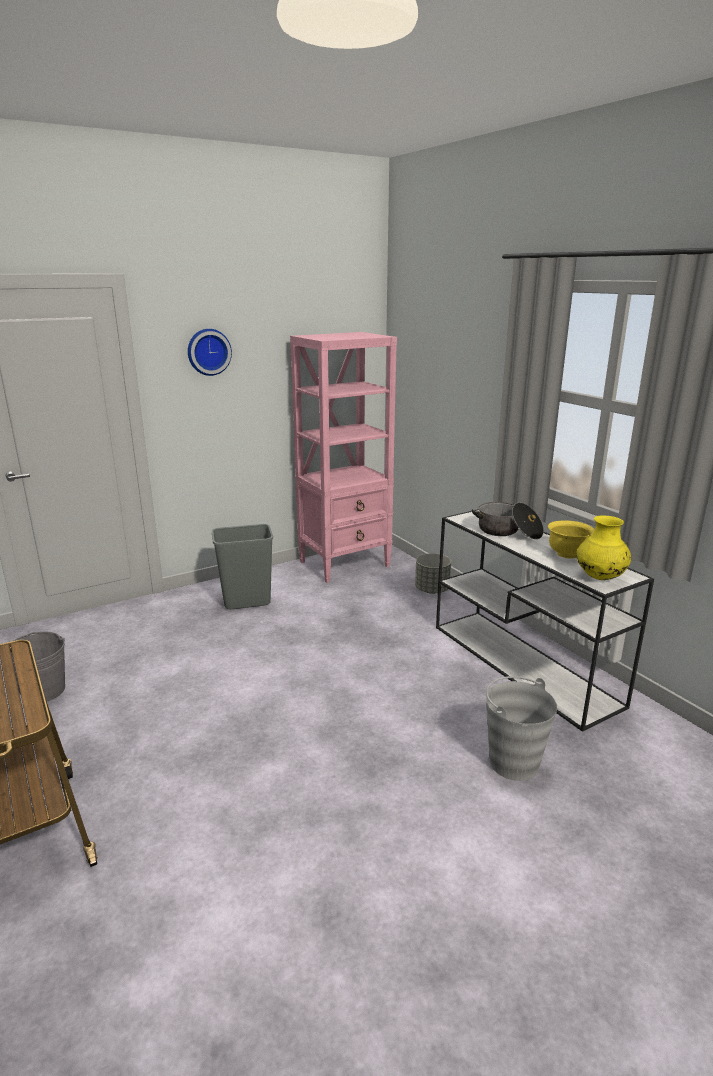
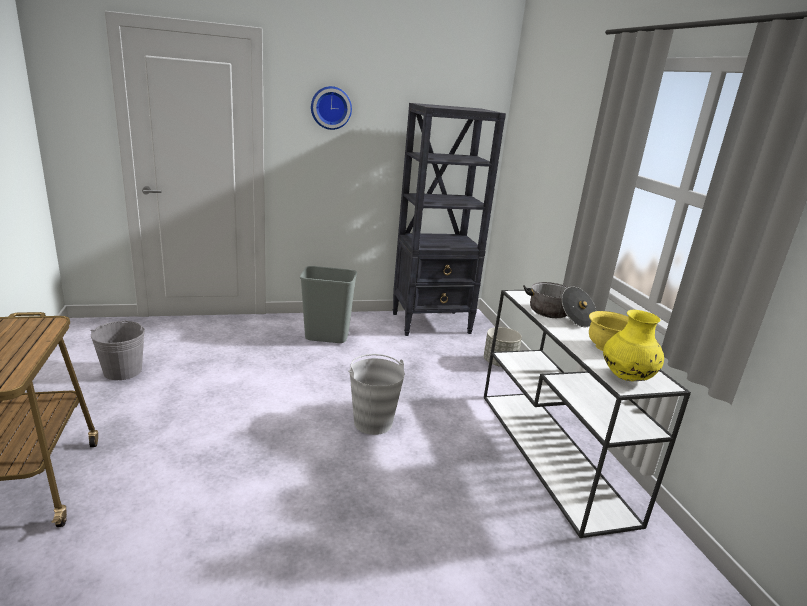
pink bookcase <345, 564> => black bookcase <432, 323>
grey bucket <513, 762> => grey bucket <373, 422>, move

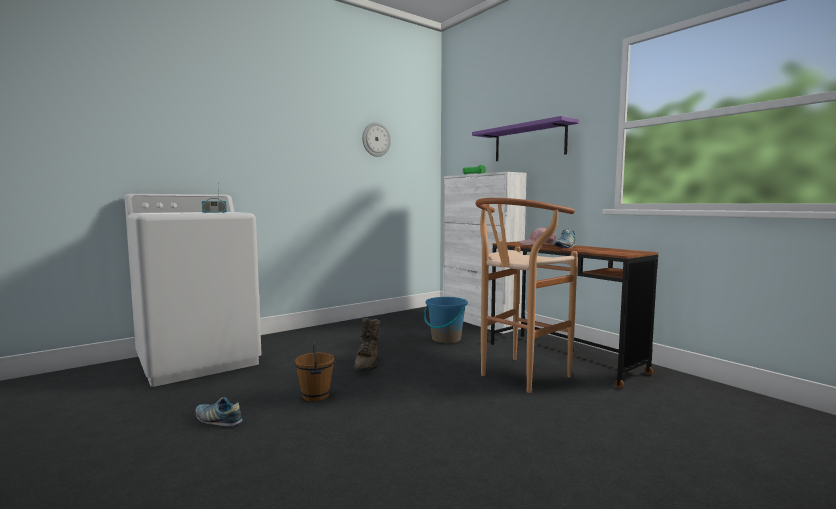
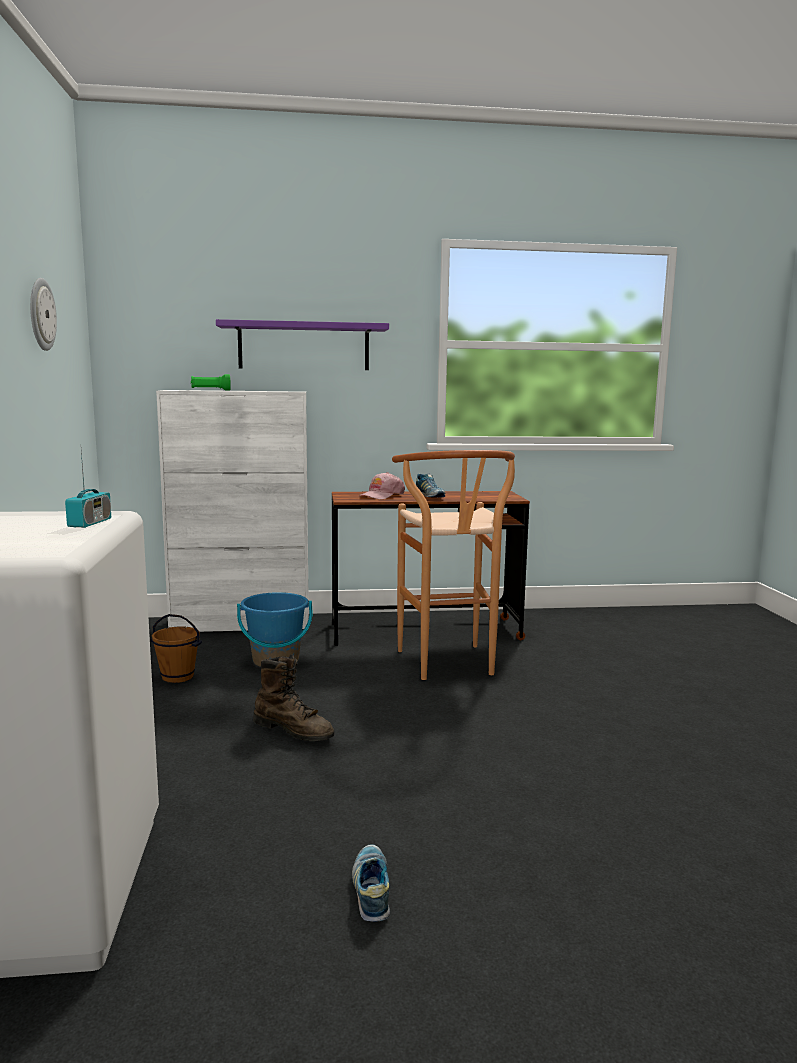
brown bucket <315, 396> => brown bucket <177, 677>, move
shoe <218, 420> => shoe <372, 891>, 120 degrees clockwise

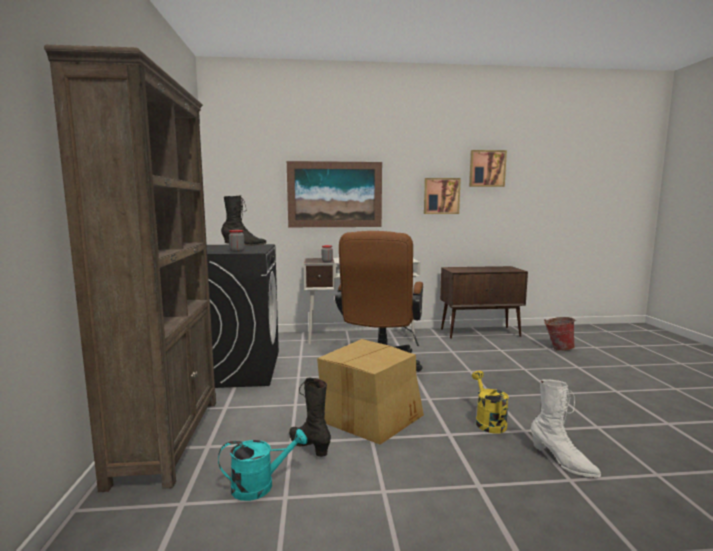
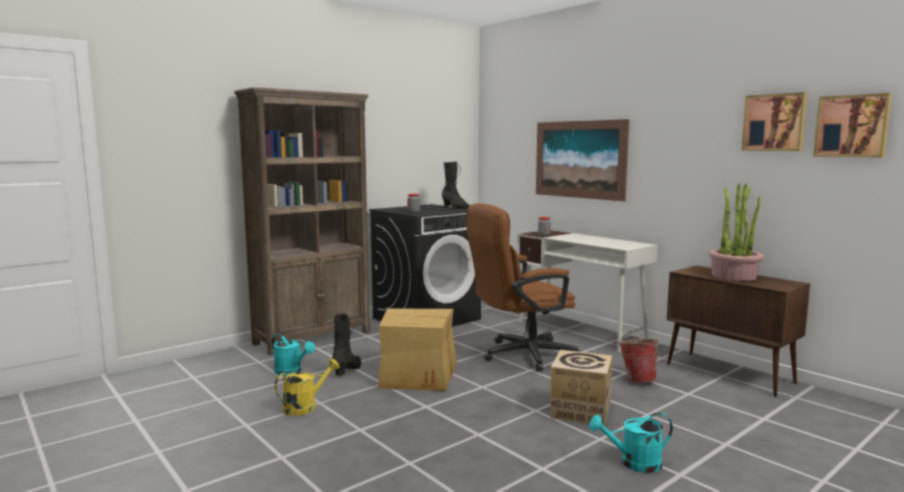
picture <441, 196> => picture <852, 126>, move
bucket <557, 348> => bucket <638, 380>, move
yellow watering can <488, 421> => yellow watering can <305, 406>, move
white boot <562, 461> => nothing
nothing => potted plant <734, 276>
nothing => cardboard box <580, 411>
nothing => turquoise watering can <633, 463>

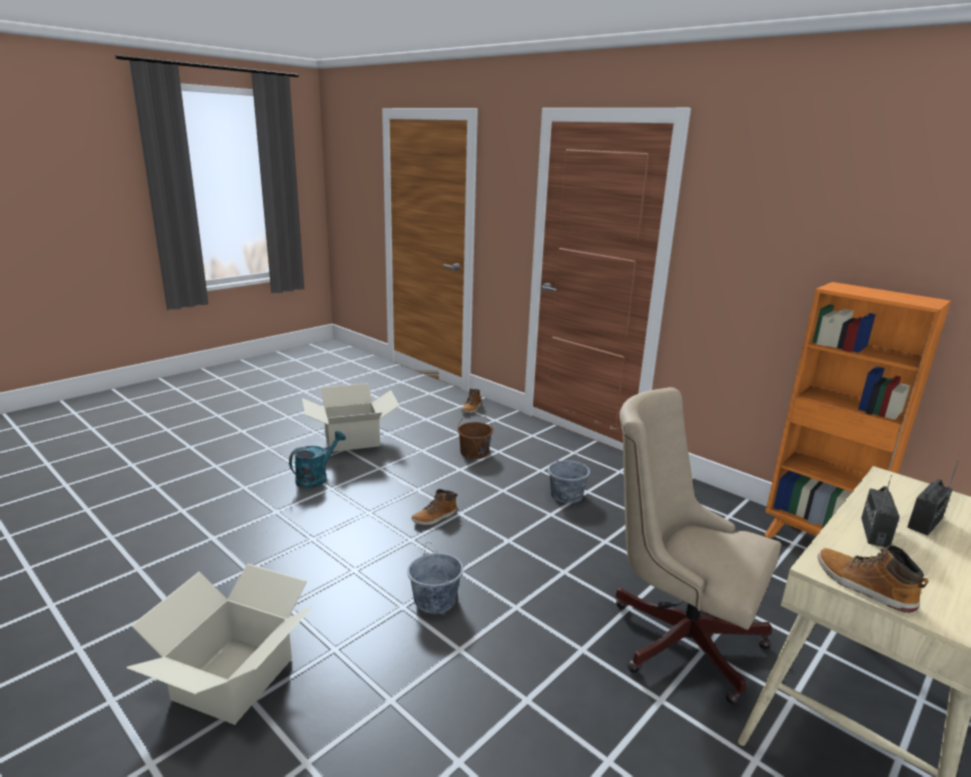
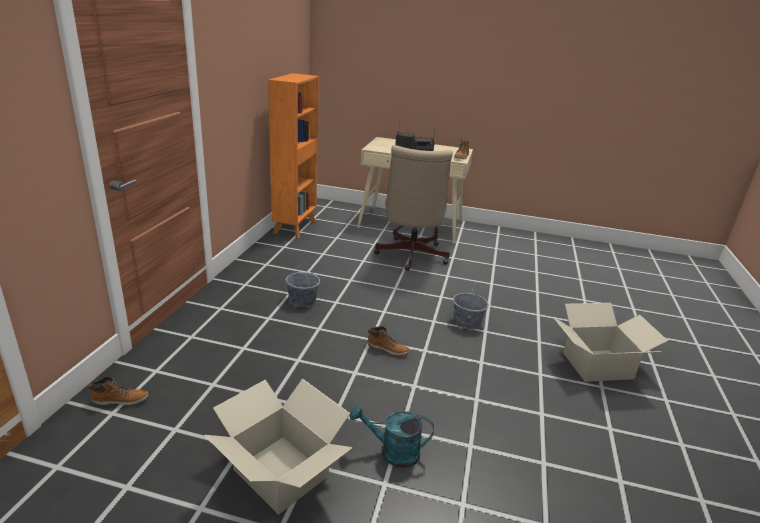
brown bucket <474, 453> => nothing

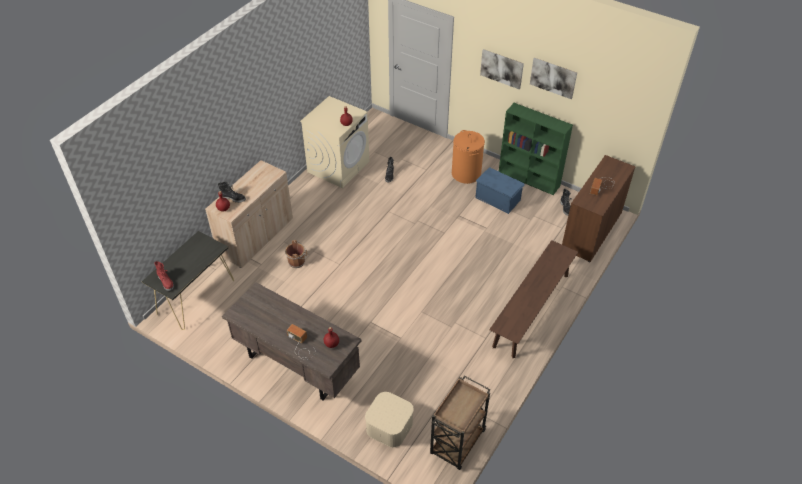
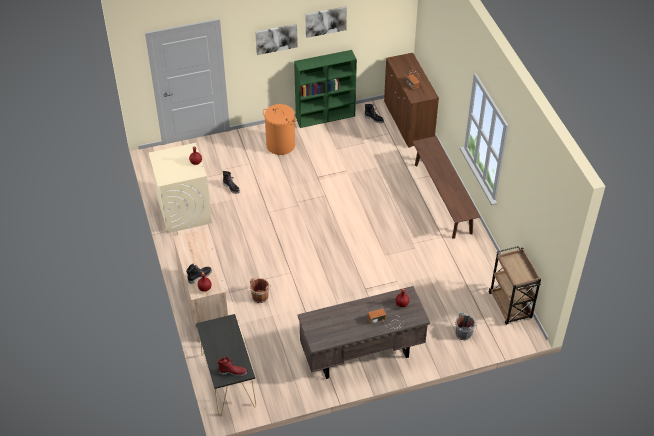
blue storage box <498, 198> => nothing
beige storage box <389, 426> => grey bucket <464, 333>

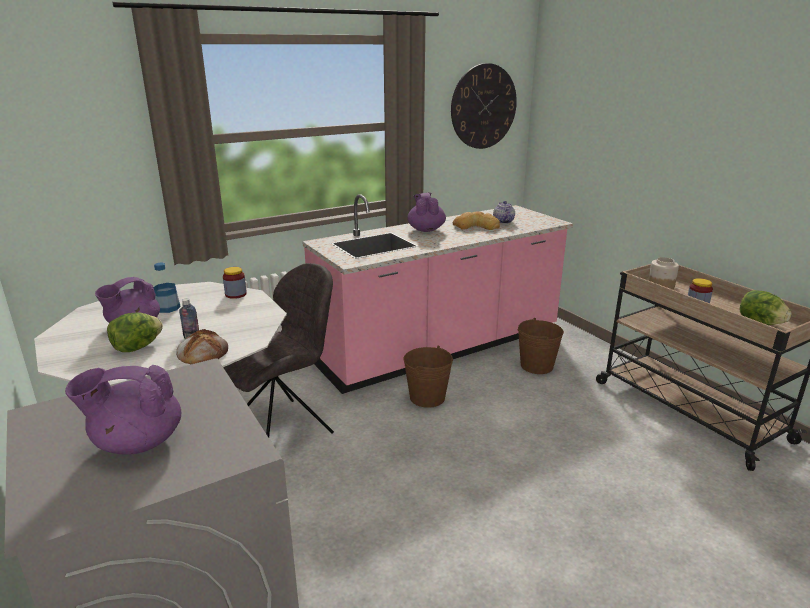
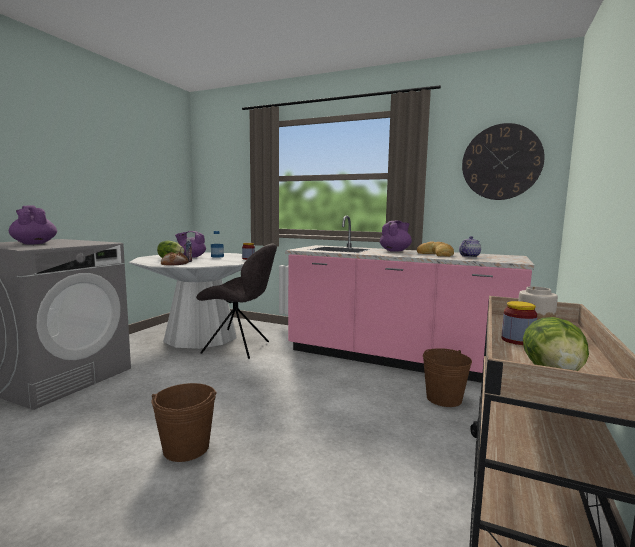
brown bucket <427, 397> => brown bucket <186, 448>, move

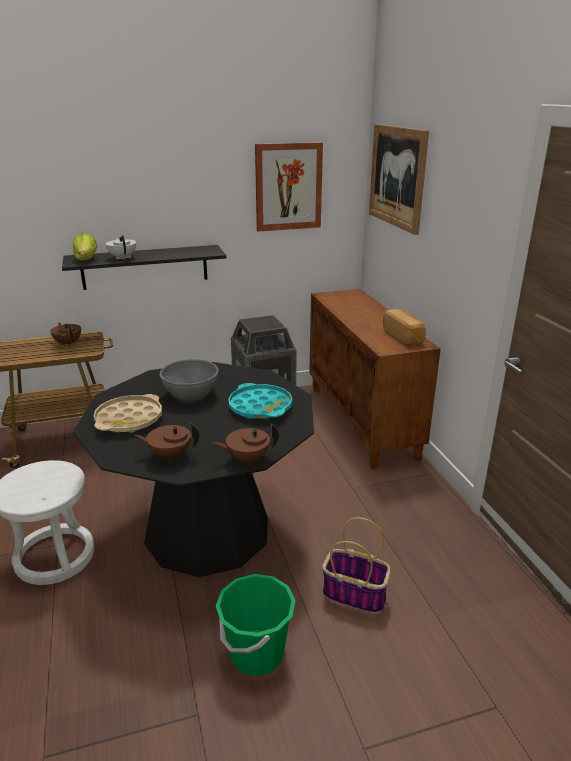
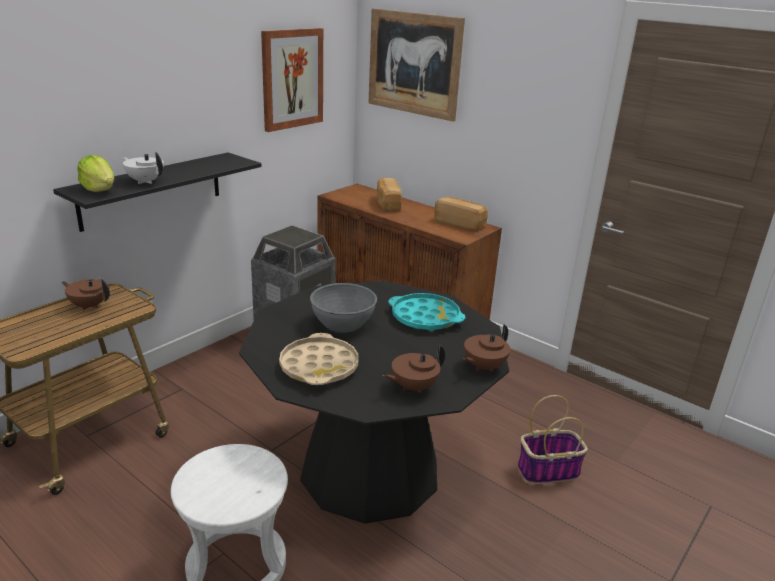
green bucket <257, 653> => nothing
nothing => bread <387, 204>

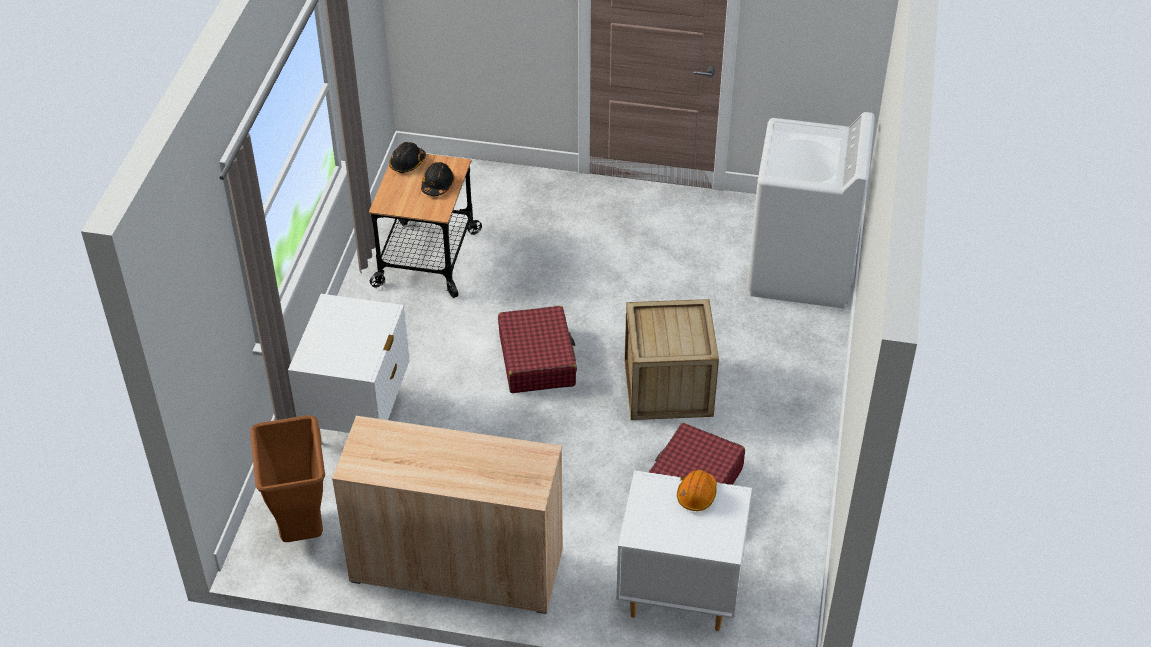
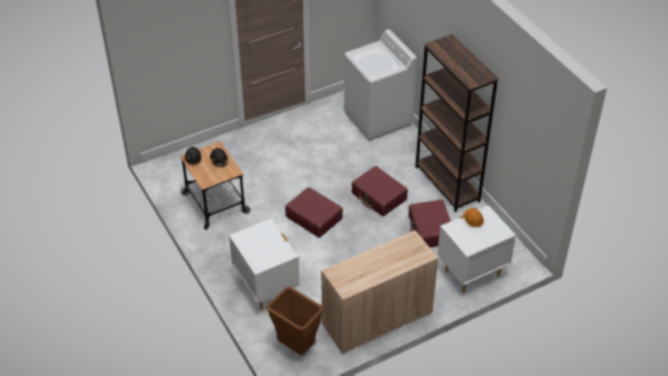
crate <668, 387> => red suitcase <379, 197>
nothing => brown bookcase <447, 184>

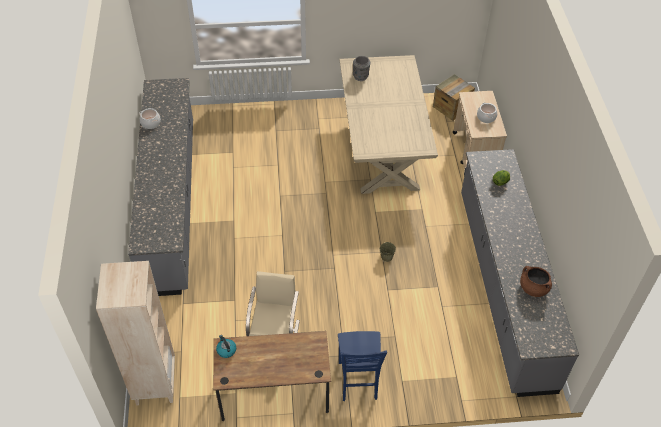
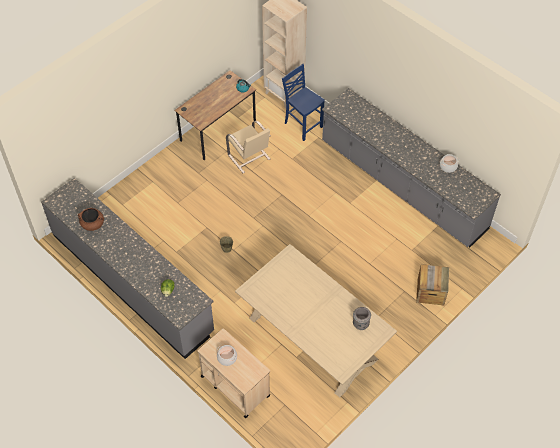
crate <451, 107> => crate <430, 292>, move
blue chair <358, 381> => blue chair <302, 125>, move

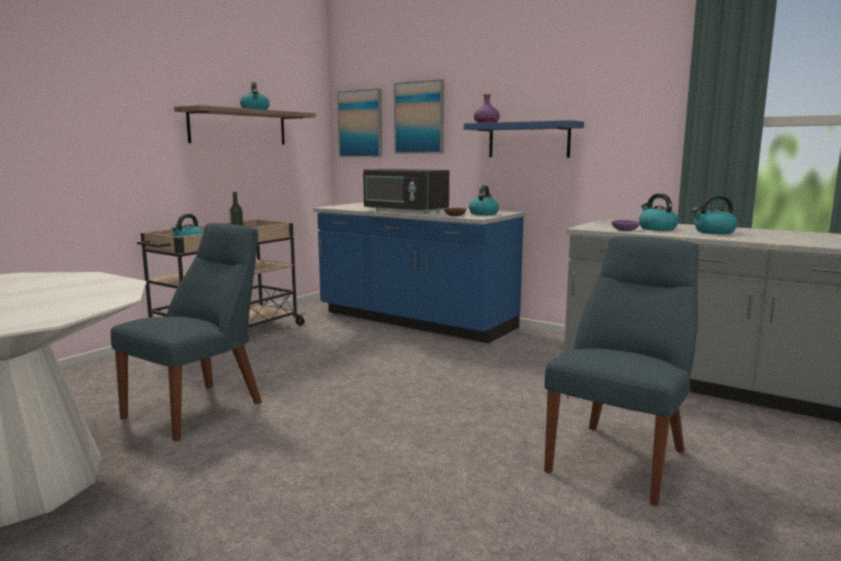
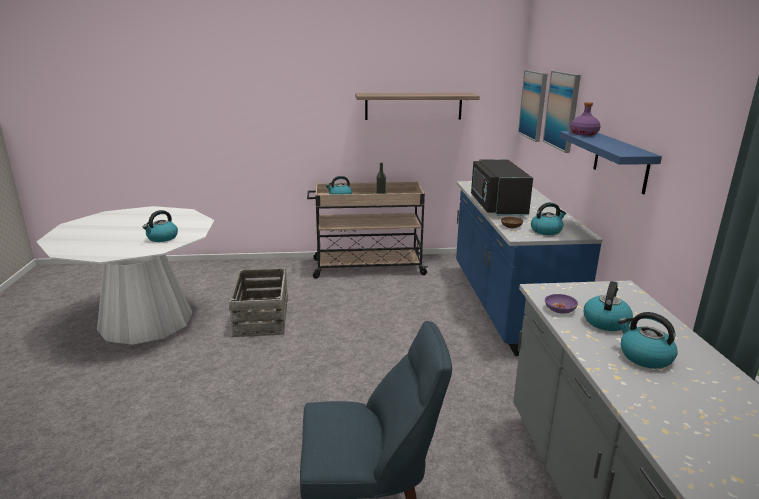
kettle <255, 110> => kettle <162, 238>, move
blue chair <199, 408> => crate <262, 317>

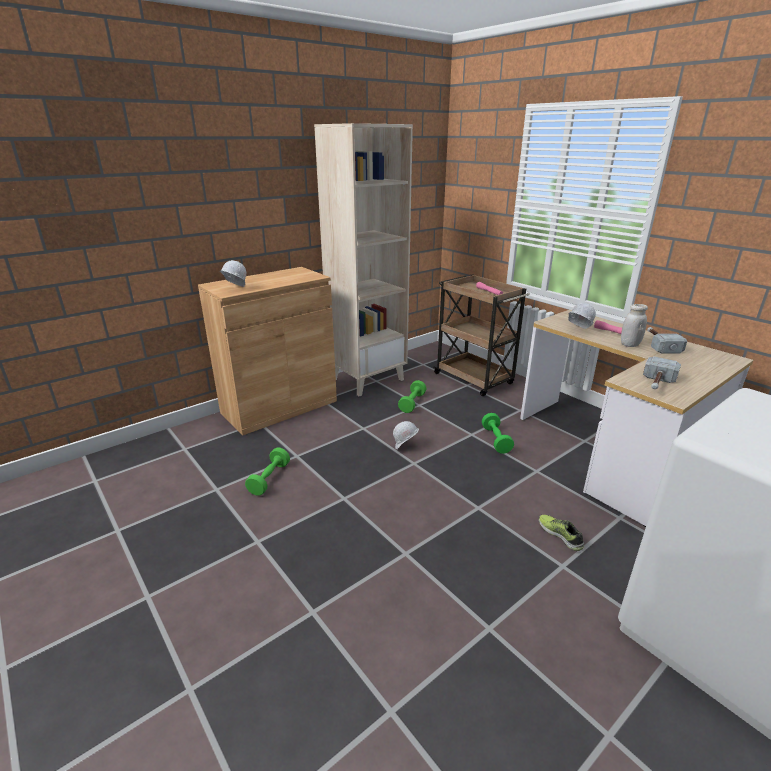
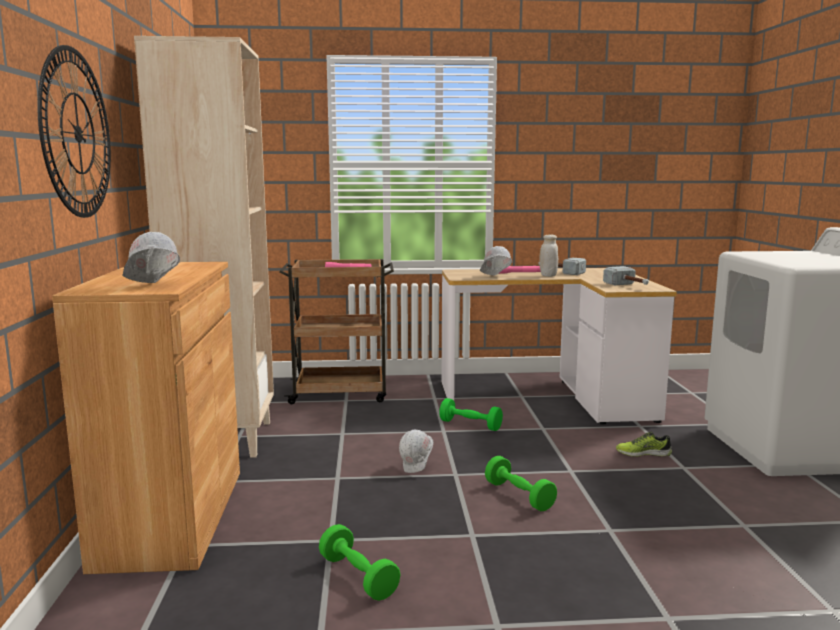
green dumbbell <412, 403> => green dumbbell <519, 496>, move
nothing => wall clock <77, 134>

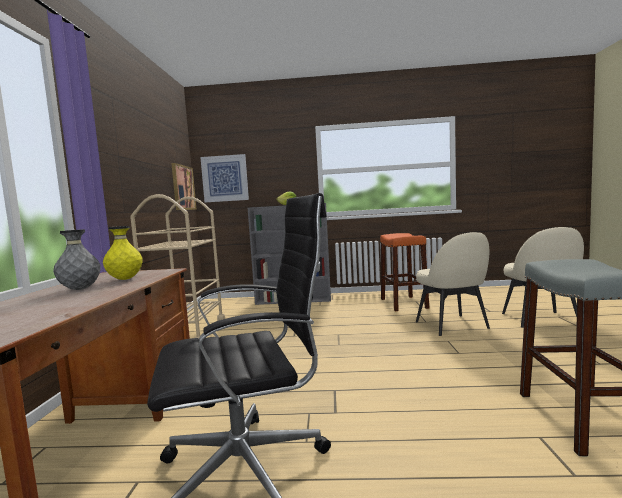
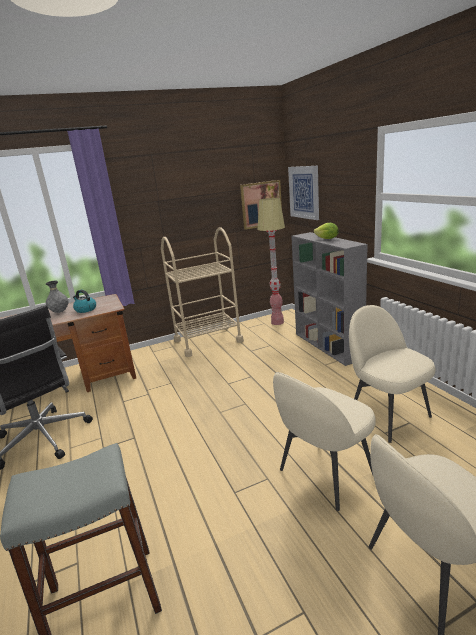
yellow vase <125, 279> => kettle <85, 309>
orange stool <403, 303> => beige chair <387, 415>
nothing => floor lamp <277, 322>

